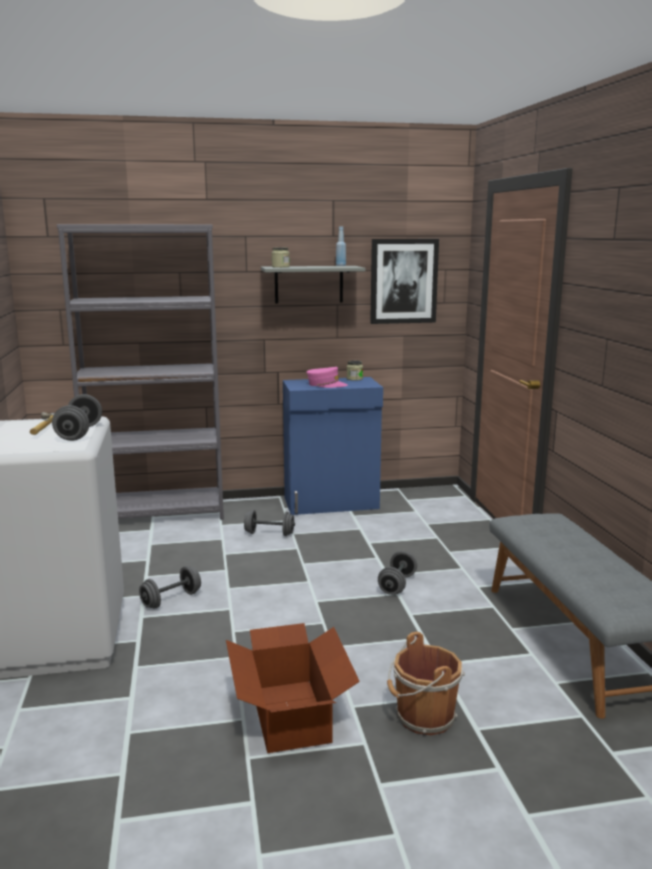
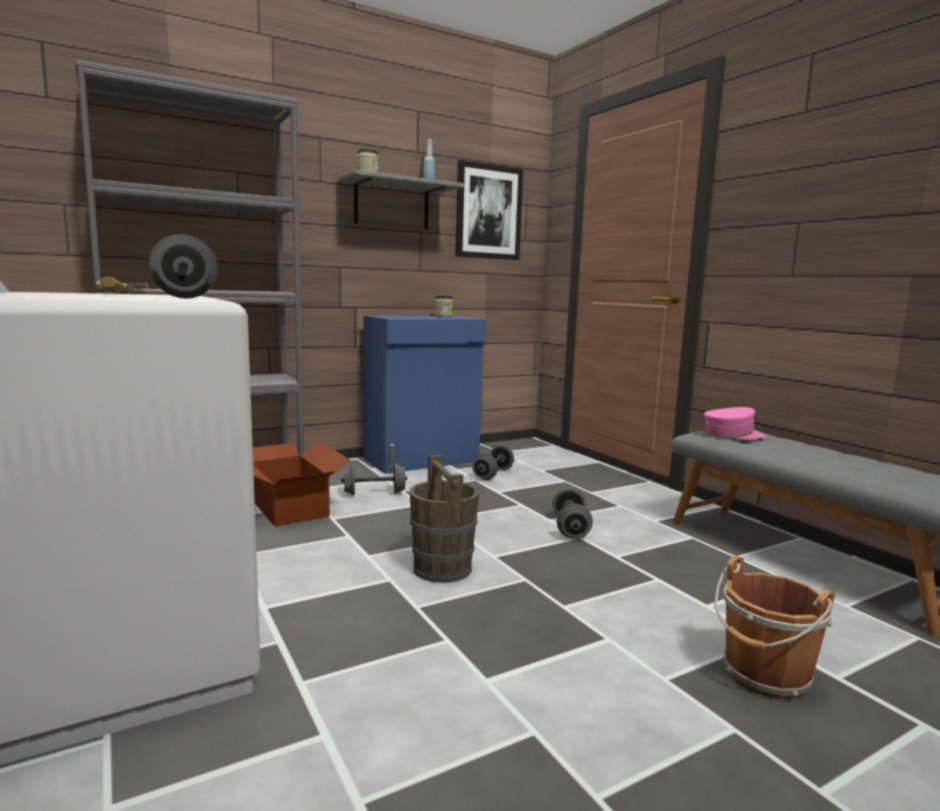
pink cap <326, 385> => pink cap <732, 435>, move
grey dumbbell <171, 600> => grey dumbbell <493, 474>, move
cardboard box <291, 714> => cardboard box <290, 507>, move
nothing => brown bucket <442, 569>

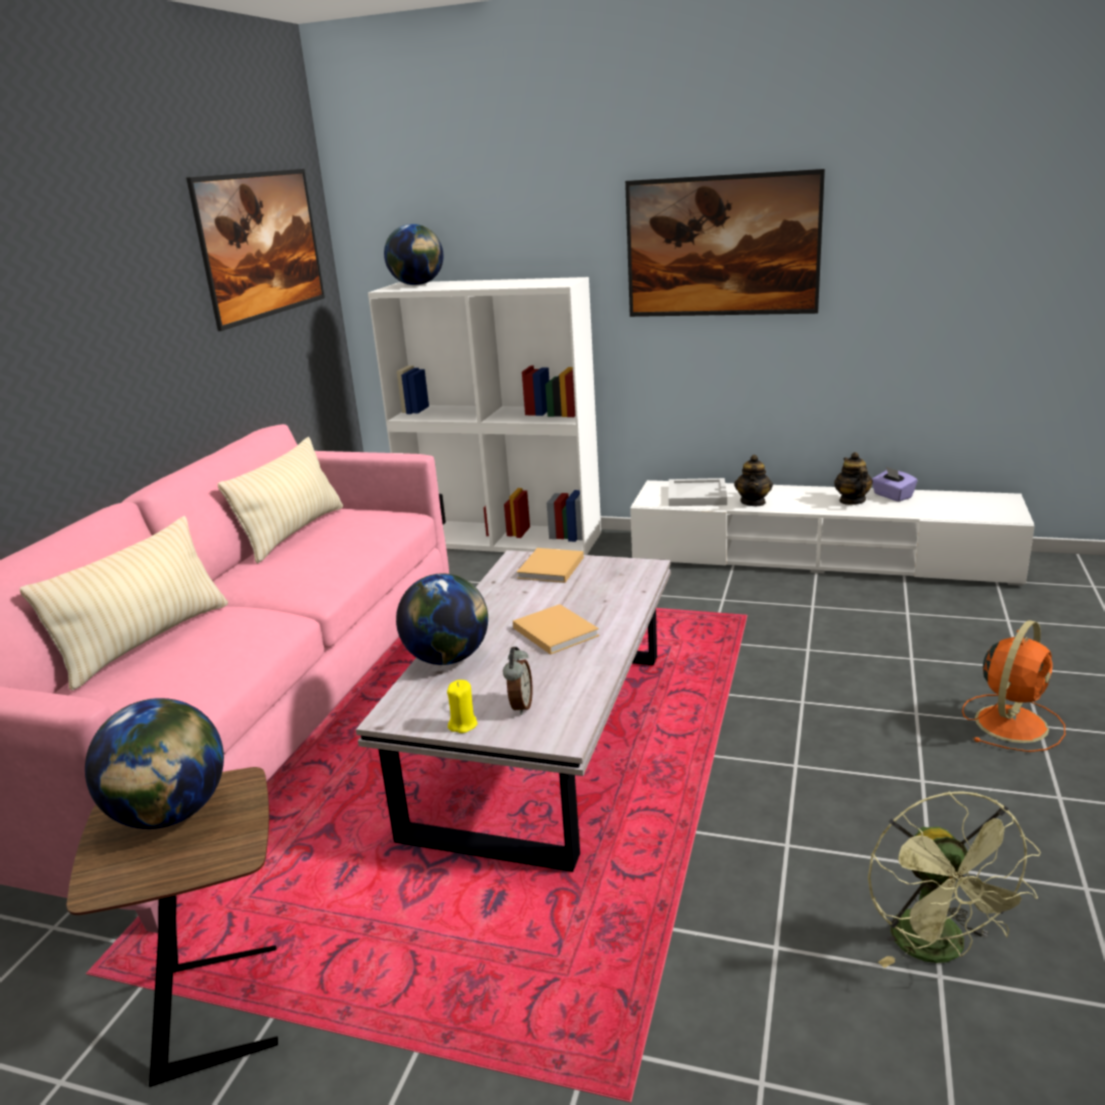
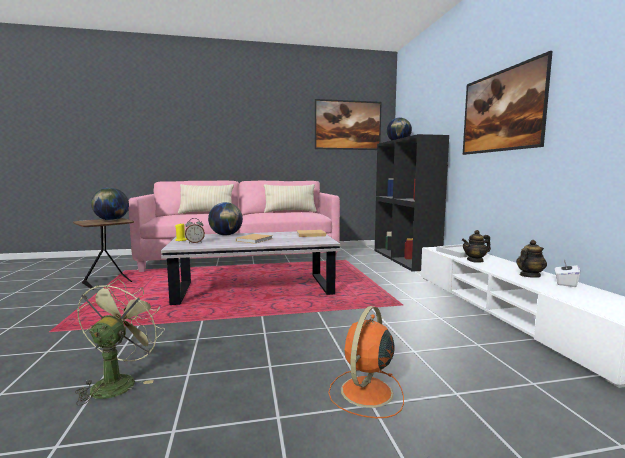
white bookcase <504, 538> => black bookcase <405, 259>
purple tissue box <892, 496> => white tissue box <565, 283>
orange fan <1012, 722> => orange fan <366, 393>, 105 degrees clockwise
green fan <938, 950> => green fan <118, 382>, 135 degrees clockwise

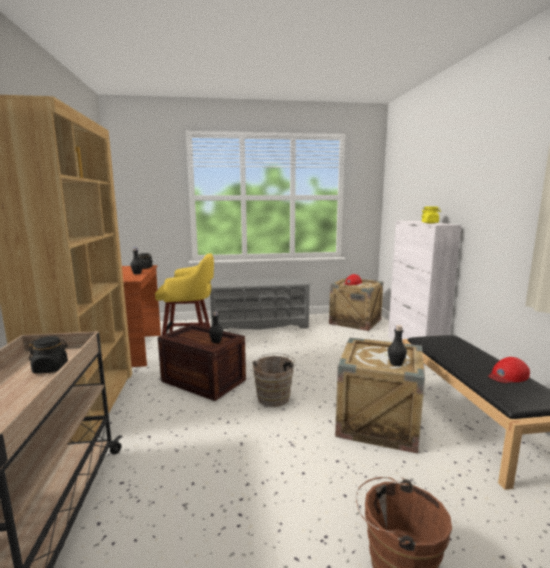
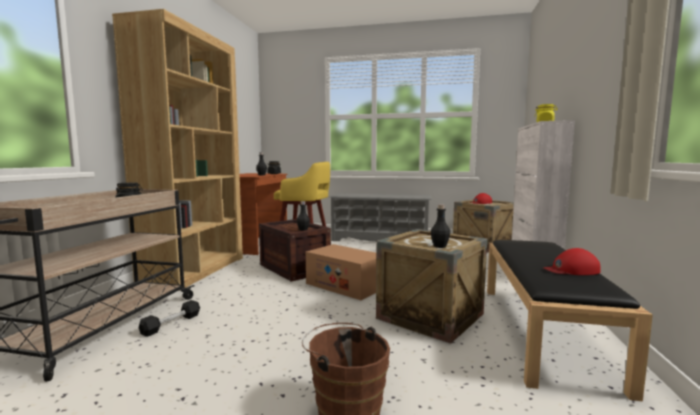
brown bucket <274, 396> => cardboard box <345, 285>
nothing => black dumbbell <171, 324>

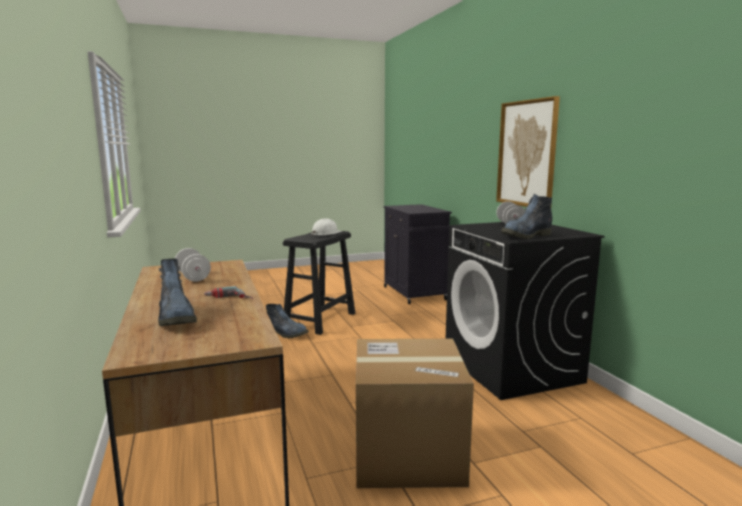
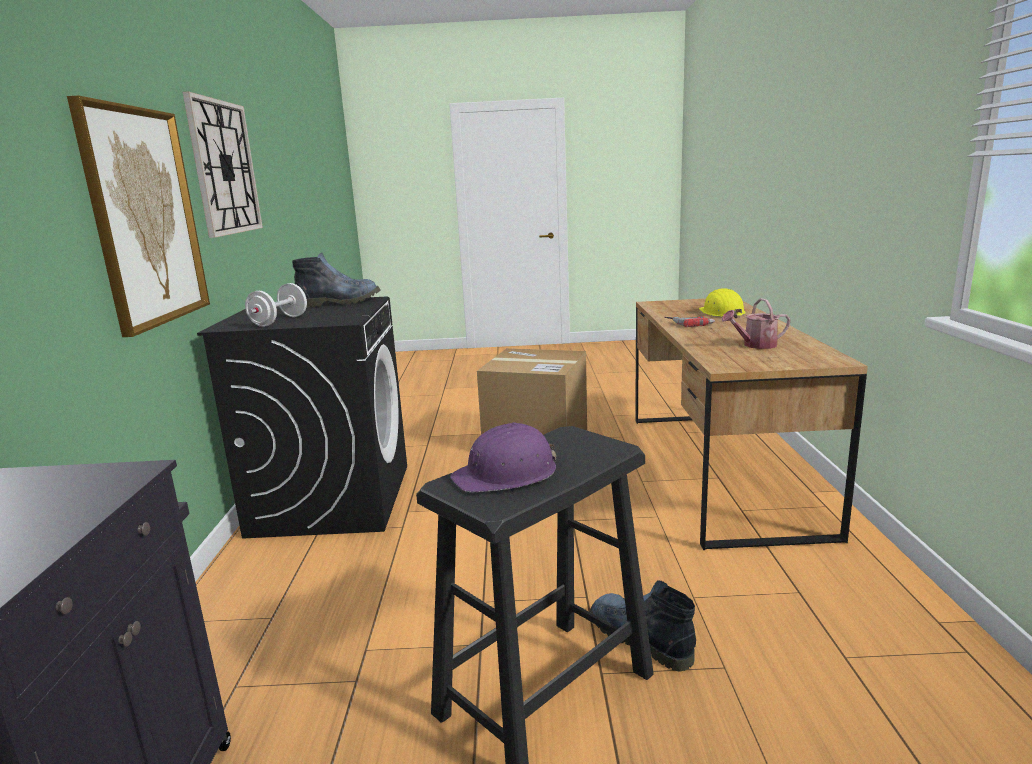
white hard hat <325, 233> => purple hard hat <507, 474>
white dumbbell <193, 277> => watering can <755, 345>
boot <177, 318> => yellow hard hat <721, 313>
nothing => wall clock <224, 168>

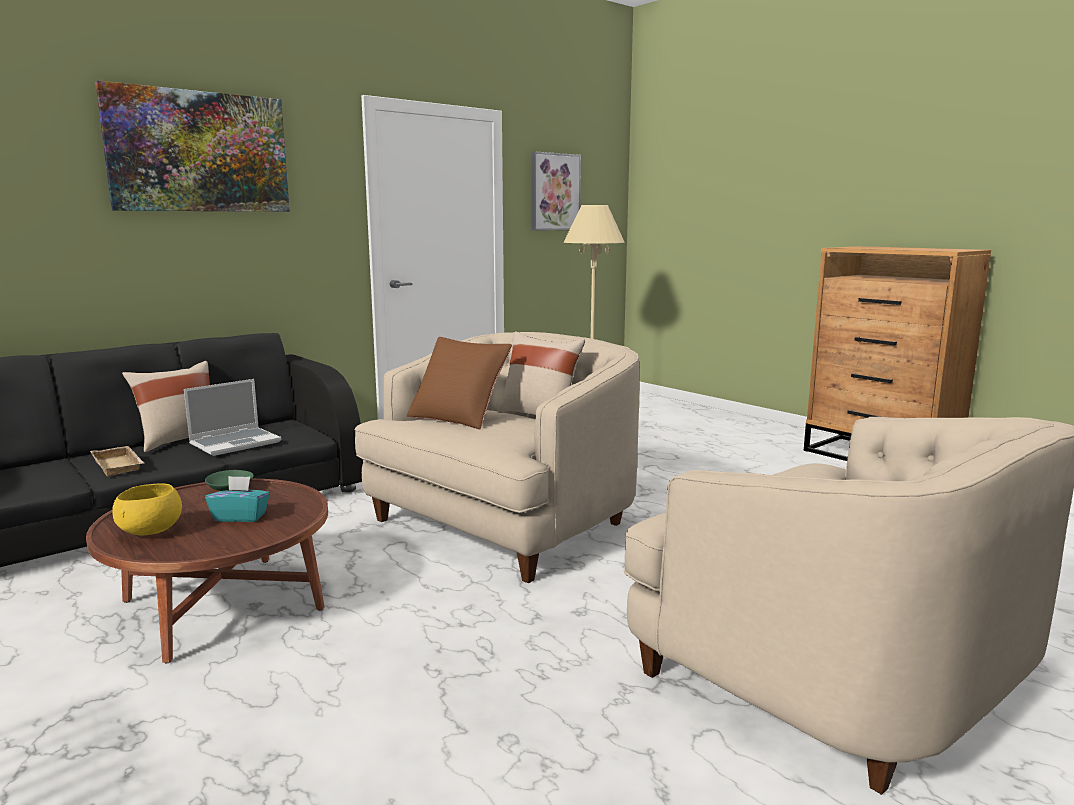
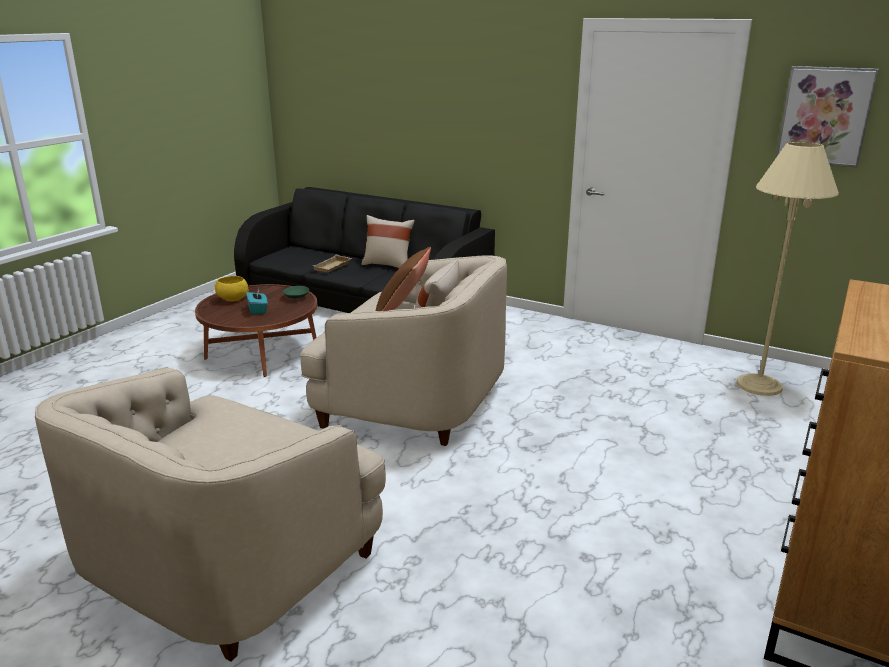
picture <199, 152> => nothing
laptop <236, 443> => nothing

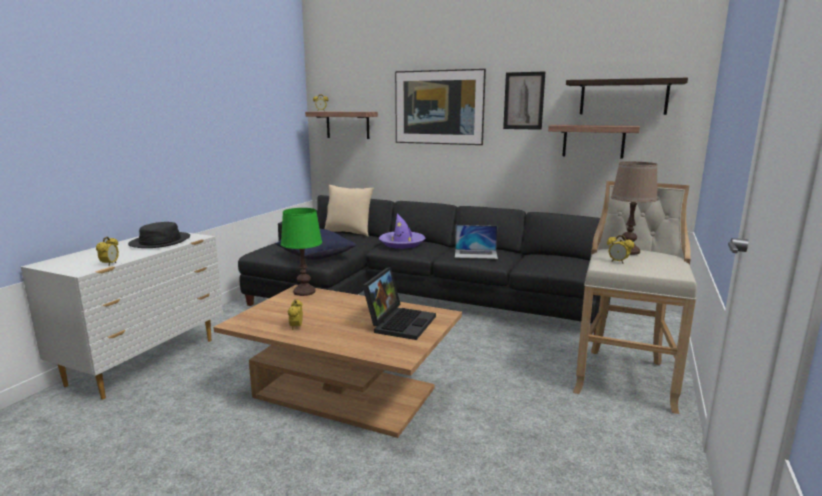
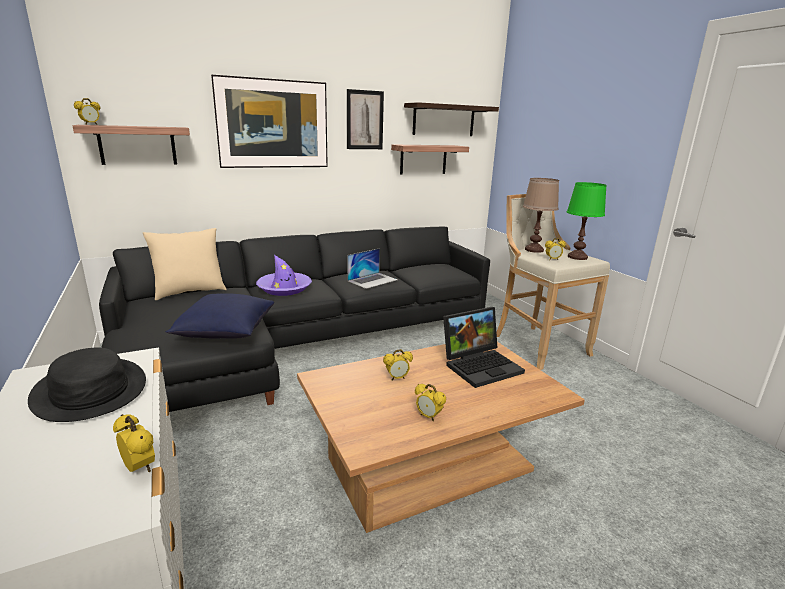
green table lamp <304, 292> => green table lamp <577, 257>, move
laptop <399, 322> => laptop <481, 365>, 90 degrees clockwise
nothing => alarm clock <397, 378>

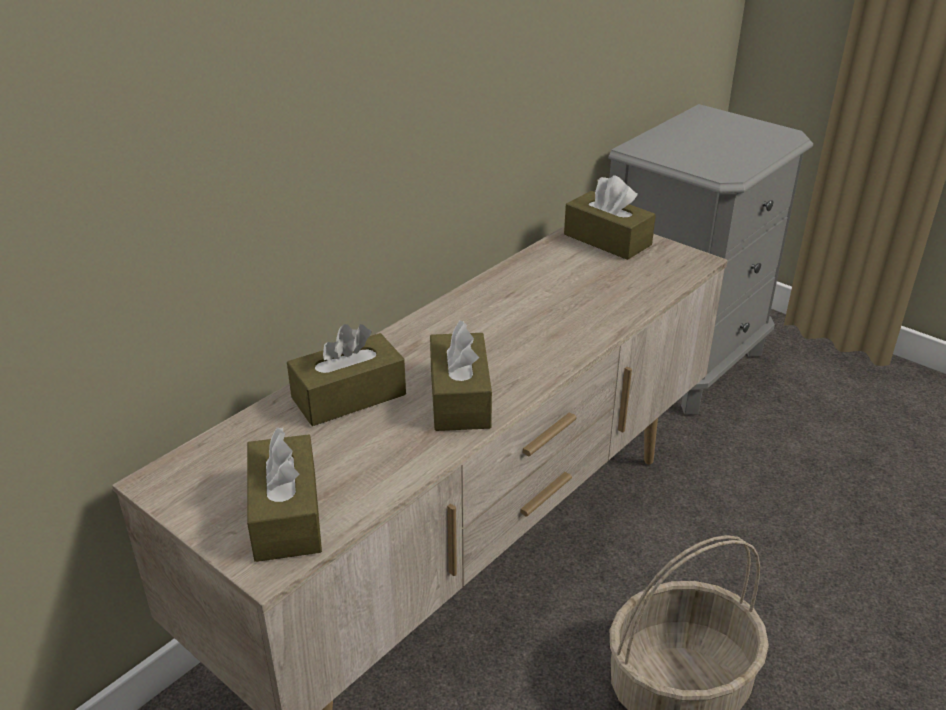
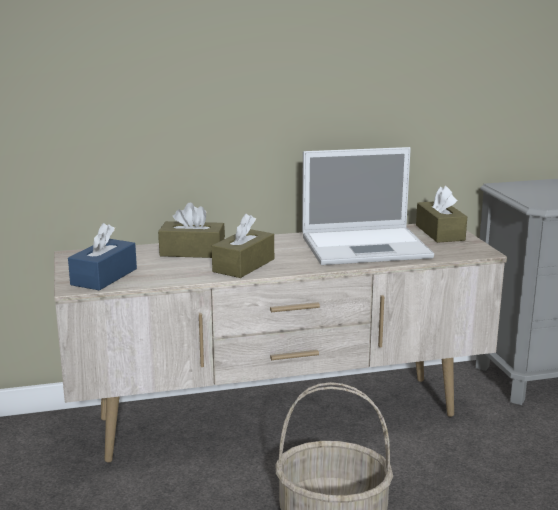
brown tissue box <286, 515> => blue tissue box <104, 277>
nothing => laptop <367, 246>

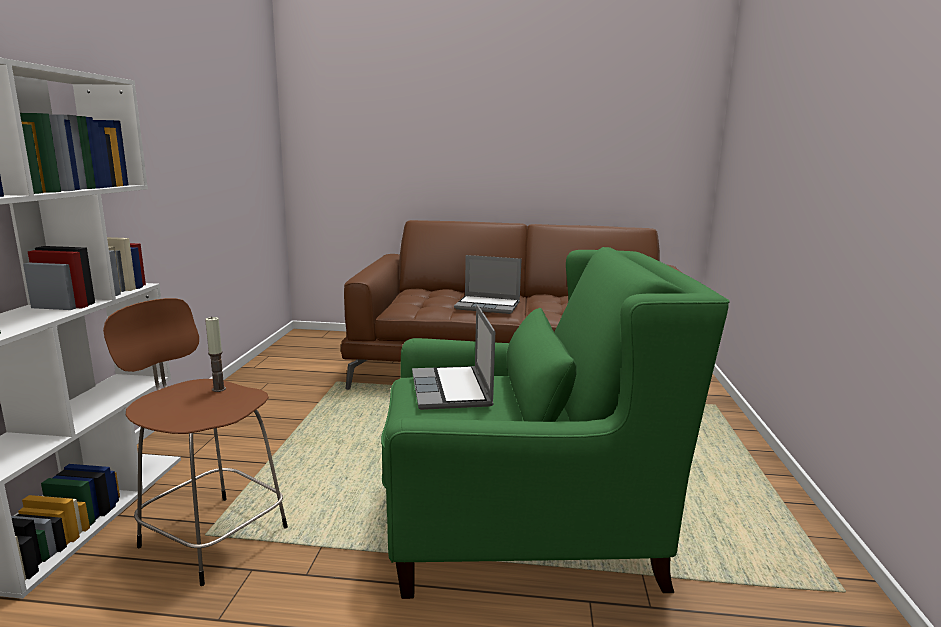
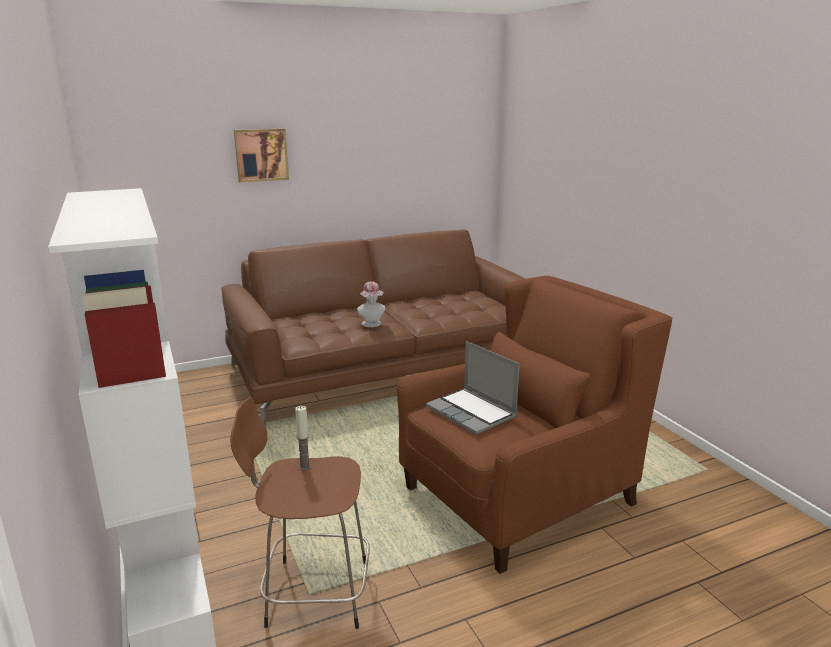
green armchair <522, 526> => brown armchair <518, 496>
laptop <488, 306> => hat <372, 324>
nothing => picture <261, 155>

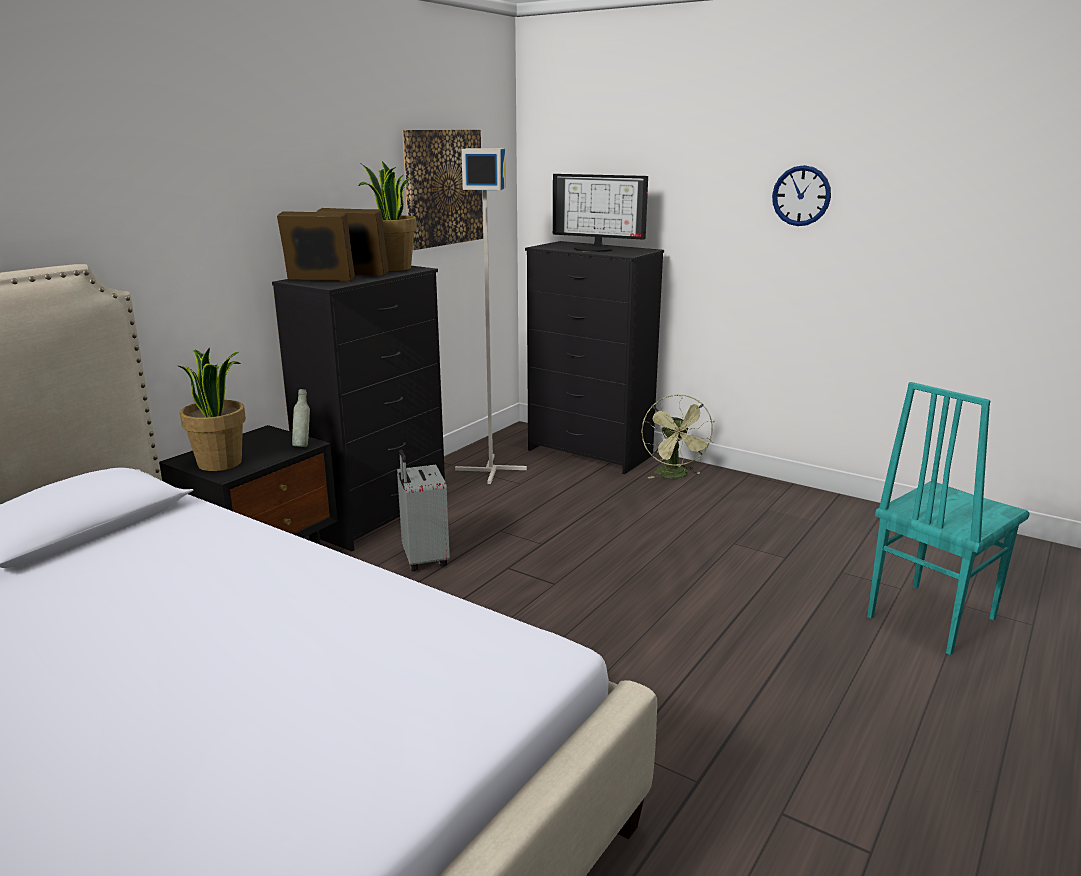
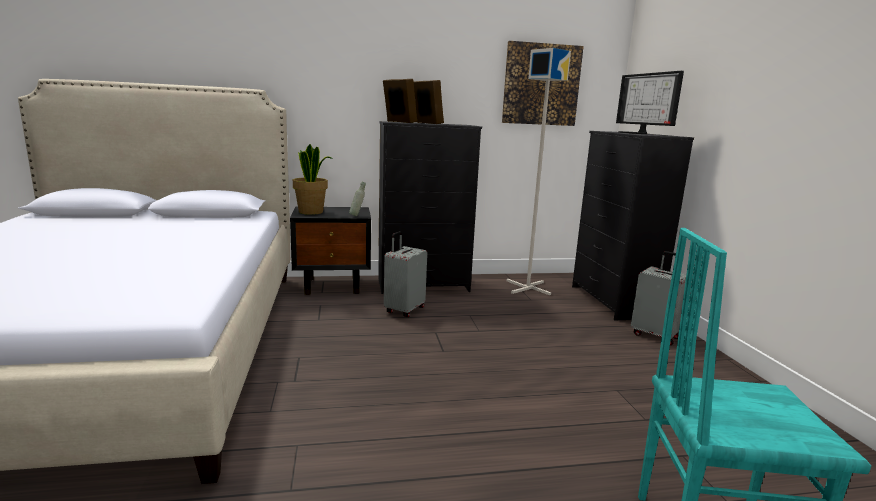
potted plant <392, 268> => nothing
wall clock <801, 196> => nothing
green fan <675, 476> => grey suitcase <655, 335>

